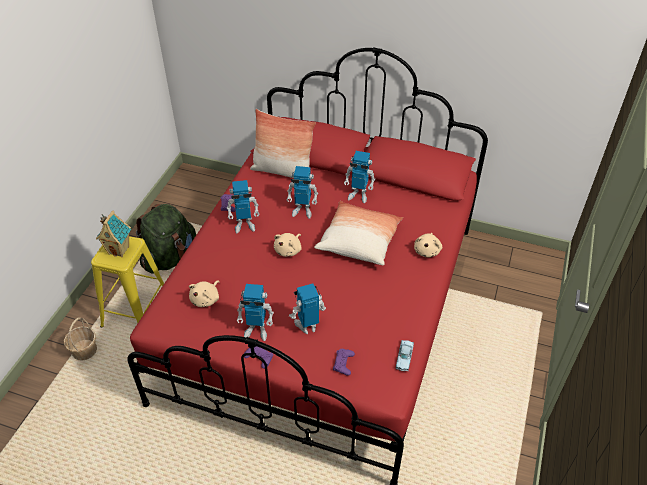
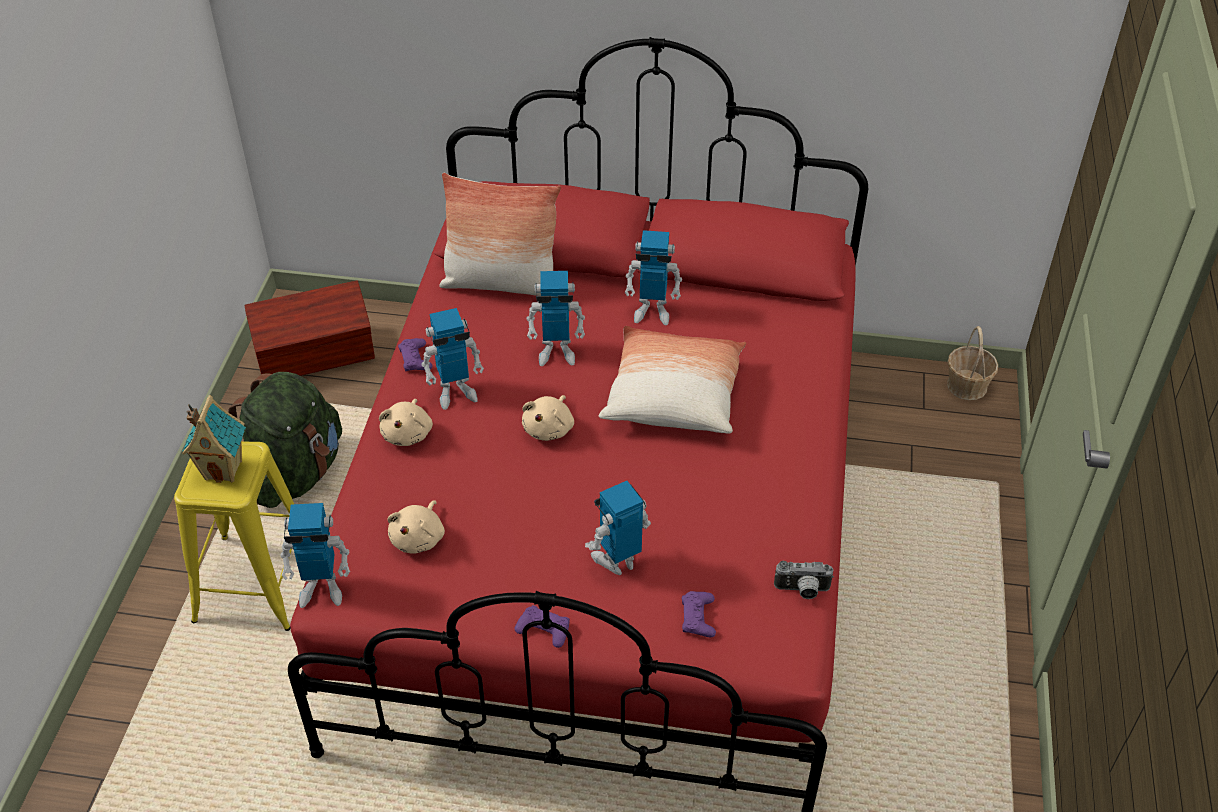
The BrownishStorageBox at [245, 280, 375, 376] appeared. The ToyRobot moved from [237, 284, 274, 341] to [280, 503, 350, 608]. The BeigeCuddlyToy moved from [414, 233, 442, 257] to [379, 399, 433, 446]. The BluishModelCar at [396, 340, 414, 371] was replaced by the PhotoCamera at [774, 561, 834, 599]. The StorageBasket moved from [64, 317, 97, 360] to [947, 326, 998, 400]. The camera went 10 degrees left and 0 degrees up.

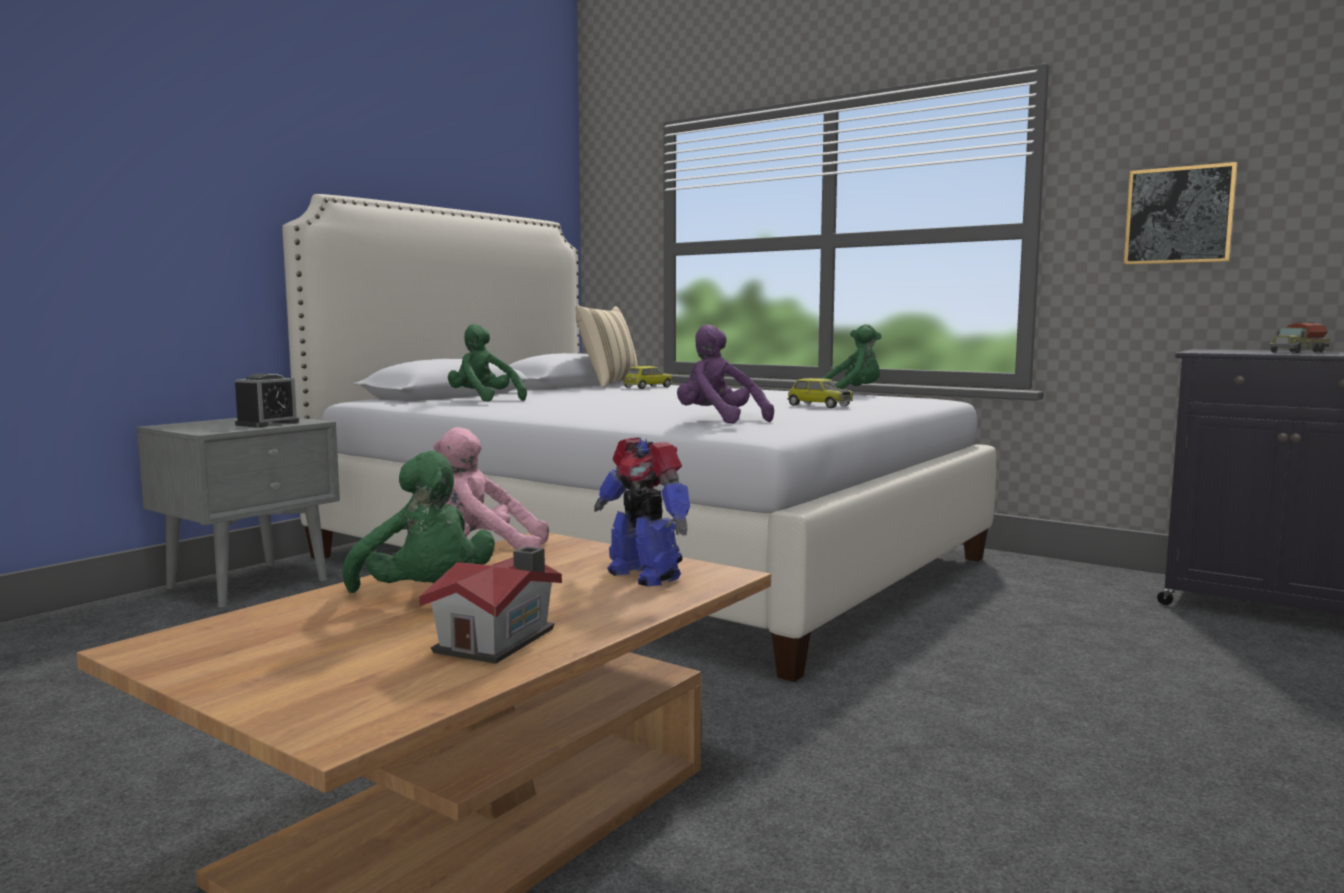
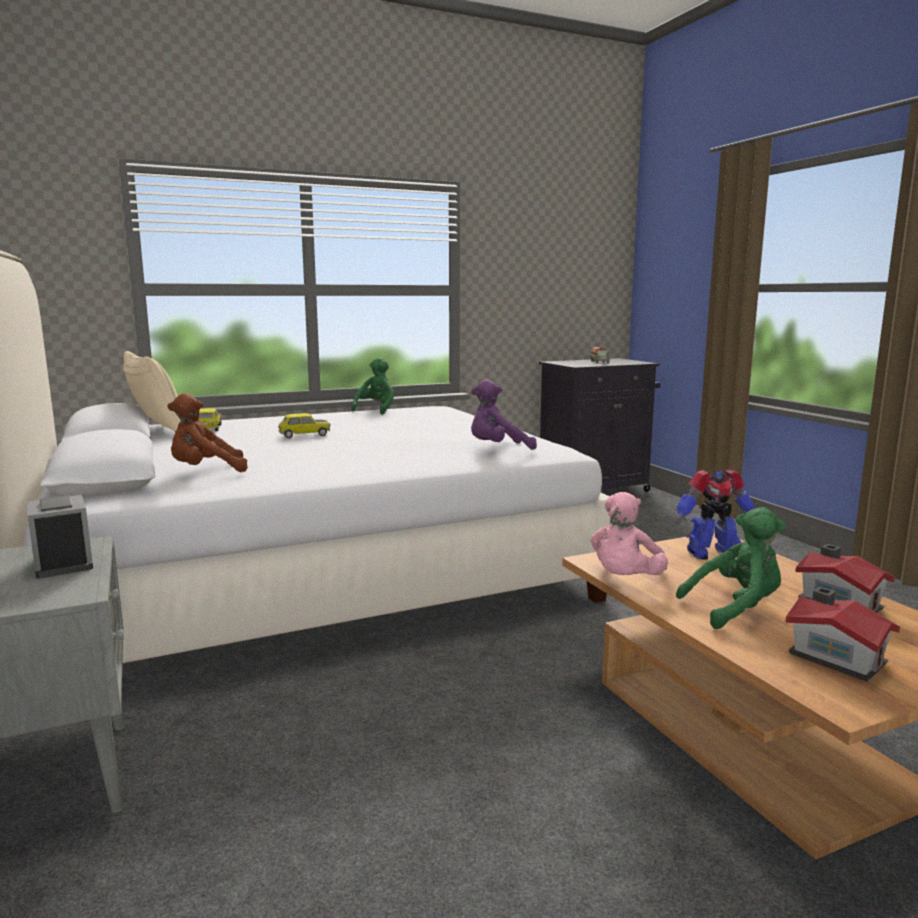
The GreenCuddlyToy at [448, 324, 527, 402] became the BrownishCuddlyToy at [167, 393, 248, 472]. The ModelCar moved from [787, 378, 853, 408] to [278, 413, 330, 438]. The ModelHouse at [785, 587, 900, 682] appeared. The WallPicture at [1124, 162, 1237, 265] disappeared. The camera went 60 degrees left and 5 degrees up.

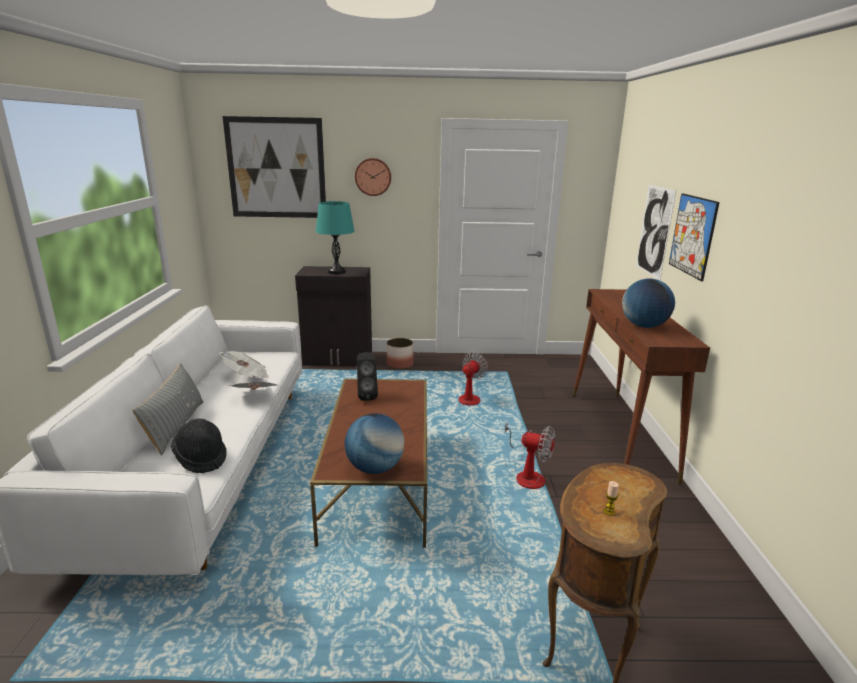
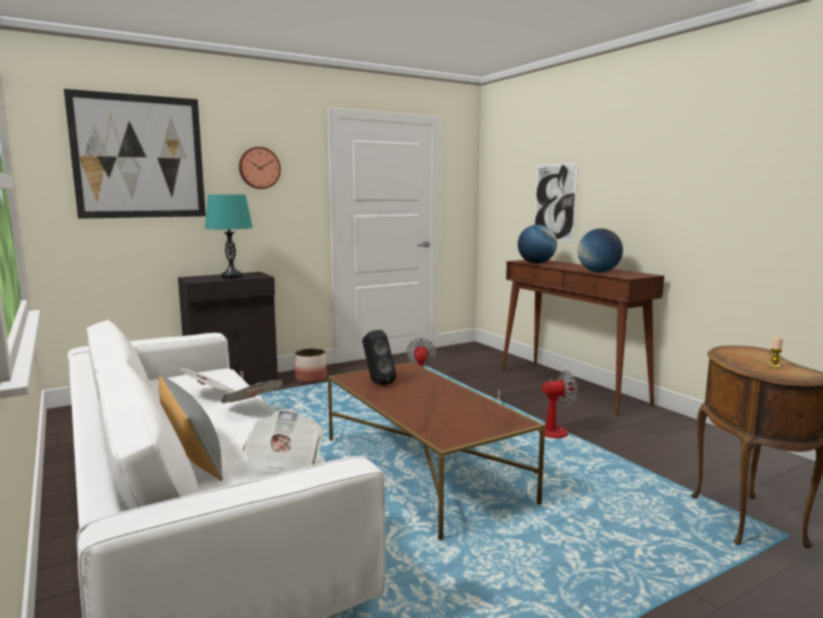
The BlackColouredWearableHat at [171, 418, 227, 473] was replaced by the Newspaper at [243, 409, 324, 479]. The DeskGlobe moved from [344, 413, 404, 474] to [518, 225, 557, 264]. The WallPicture at [669, 193, 720, 281] disappeared. The camera went 30 degrees left and 10 degrees down.

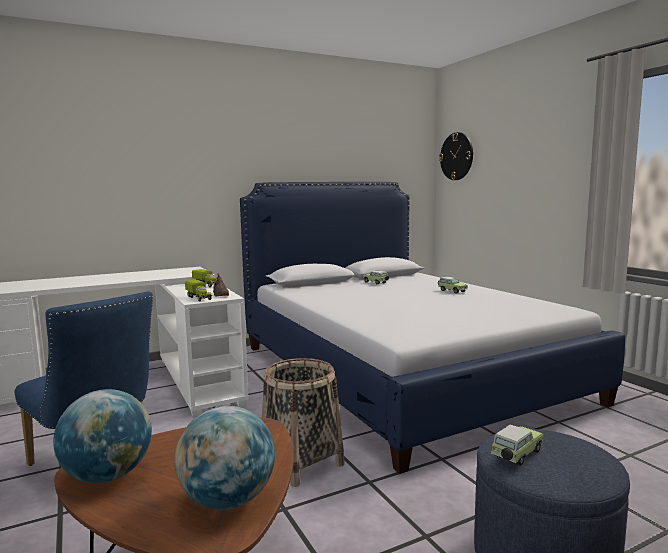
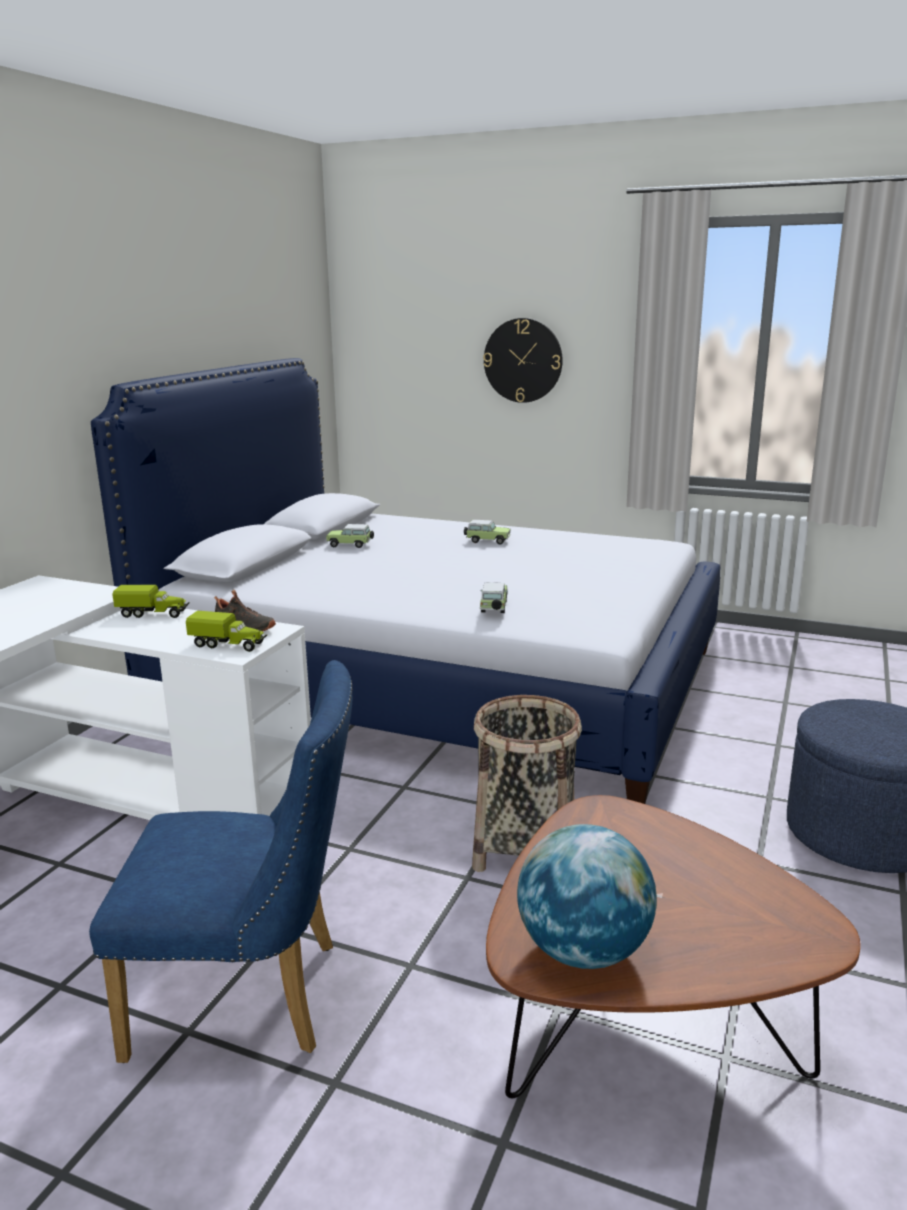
The ModelCar moved from [491, 425, 543, 466] to [480, 582, 508, 613]. The WallClock moved from [439, 132, 473, 180] to [483, 318, 563, 403]. The DeskGlobe at [175, 406, 275, 510] disappeared. The camera went 40 degrees left and 10 degrees up.

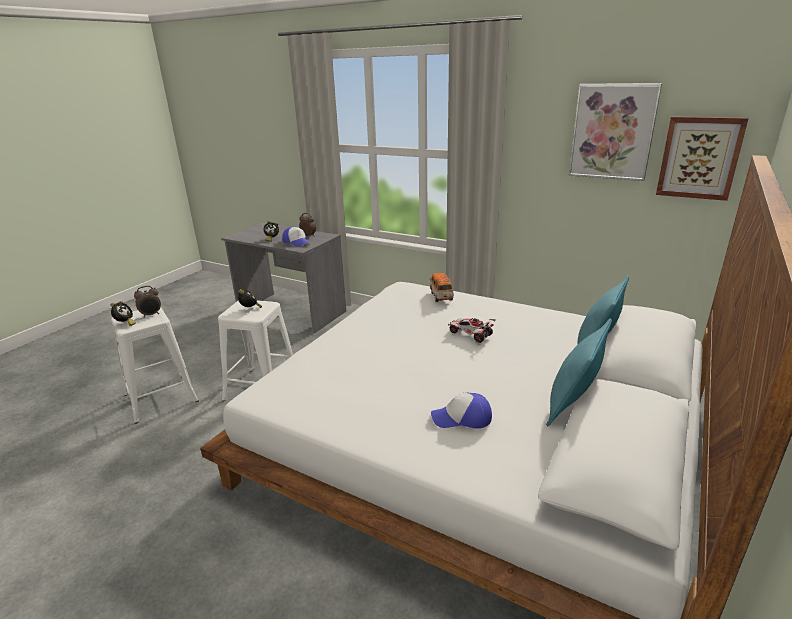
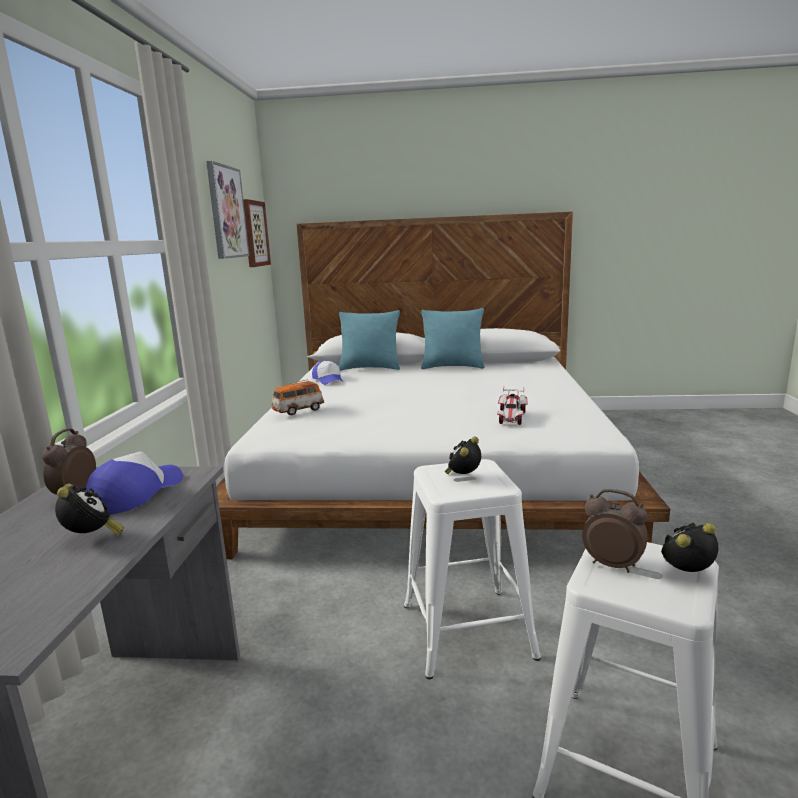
The PeakedCap moved from [431, 392, 492, 428] to [312, 361, 343, 385]. The ModelCar moved from [448, 318, 496, 343] to [497, 387, 528, 425]. The camera went 115 degrees left and 10 degrees down.

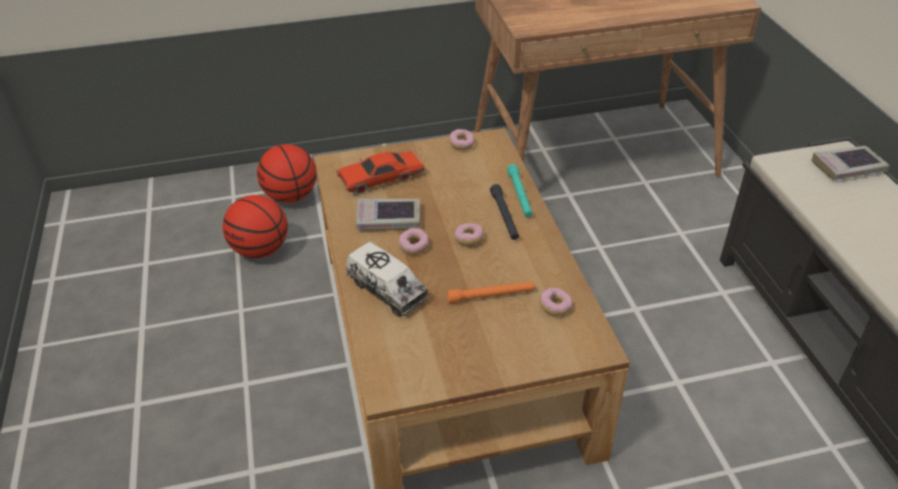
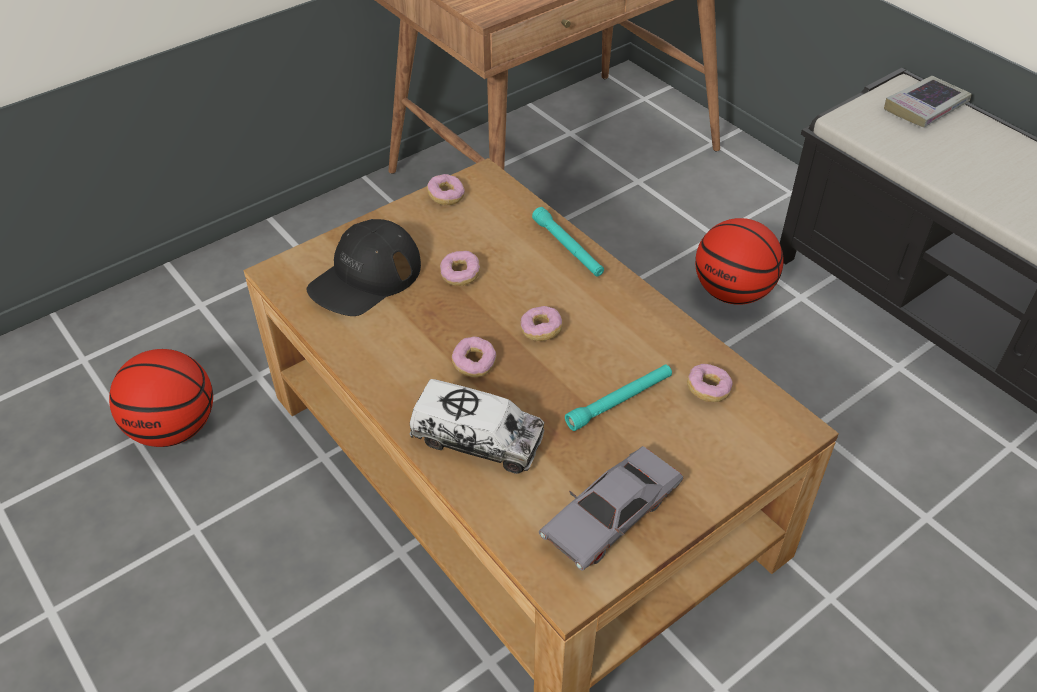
The ReddishModelCar at [336, 151, 425, 194] was replaced by the BlackColouredPeakedCap at [307, 219, 421, 316]. The RingDoughnut at [440, 251, 480, 286] appeared. The GreyishModelCar at [539, 446, 683, 571] appeared. The OrangeColouredTorch at [447, 281, 535, 303] became the BlueGreenTorch at [565, 364, 672, 431]. The BallForBasketball moved from [257, 144, 317, 203] to [695, 218, 784, 305]. The Volume at [356, 198, 420, 230] disappeared. The BlackColouredTorch at [490, 184, 519, 240] disappeared. The camera went 25 degrees left and 5 degrees up.

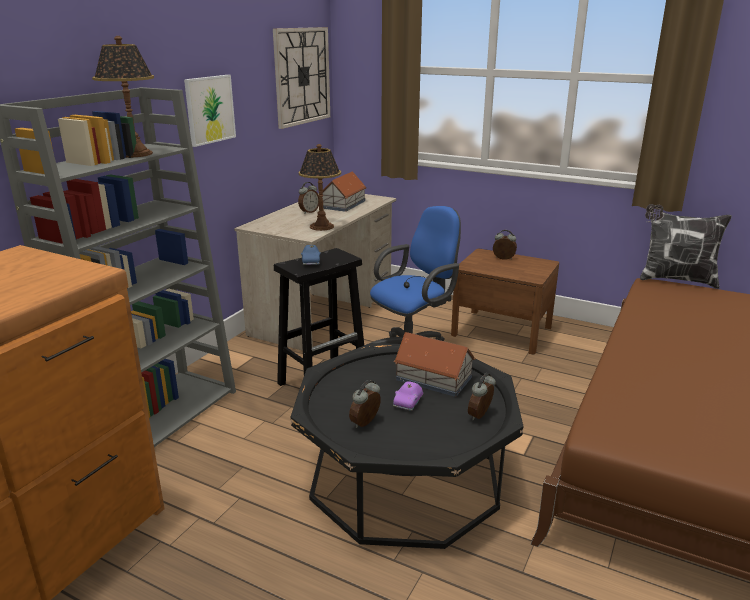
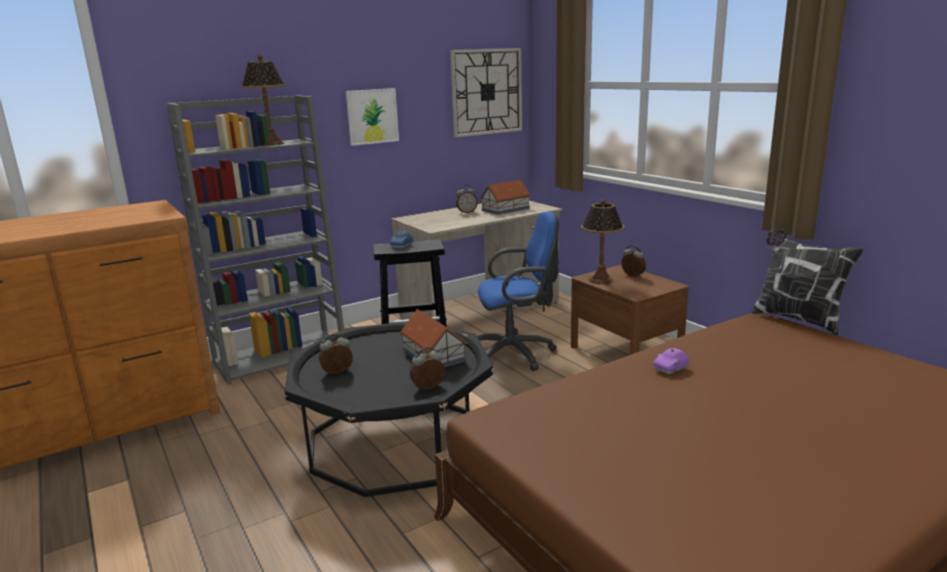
The TableLamp moved from [299, 144, 341, 231] to [581, 199, 624, 284]. The PurplishModelCar moved from [393, 381, 423, 411] to [653, 348, 689, 374]. The camera went 30 degrees right and 5 degrees down.

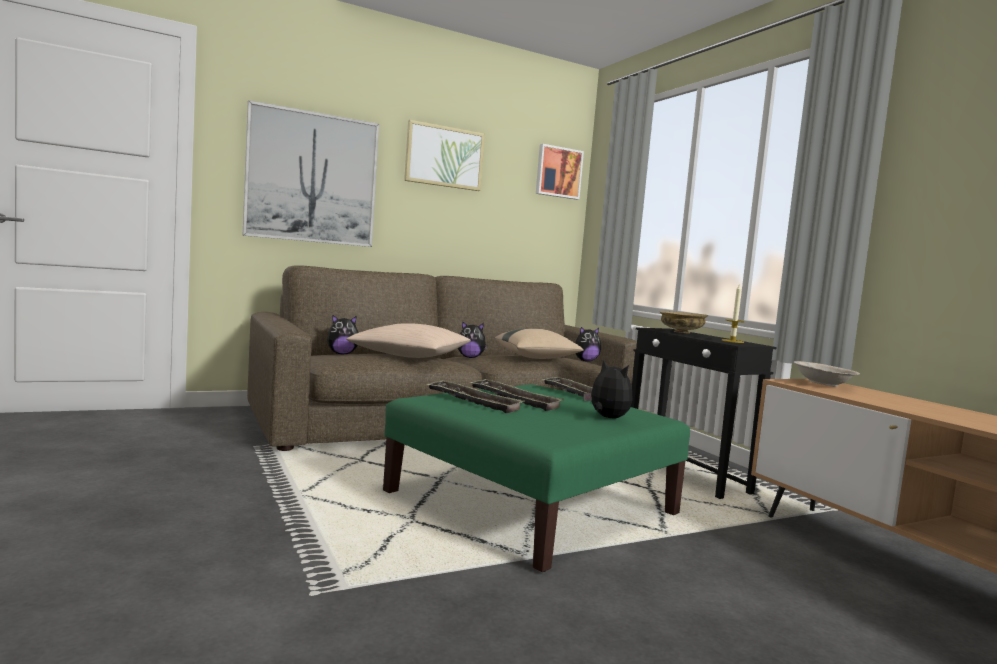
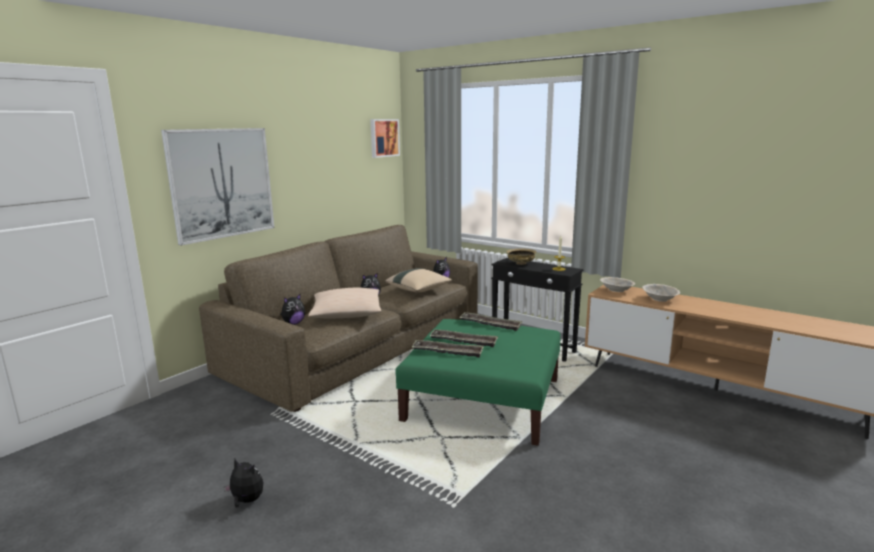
The CuddlyToy moved from [583, 360, 633, 418] to [224, 459, 263, 508]. The BeigeServingBowl at [642, 284, 680, 302] appeared. The WallPicture at [404, 120, 485, 191] disappeared. The camera went 25 degrees left and 10 degrees up.

